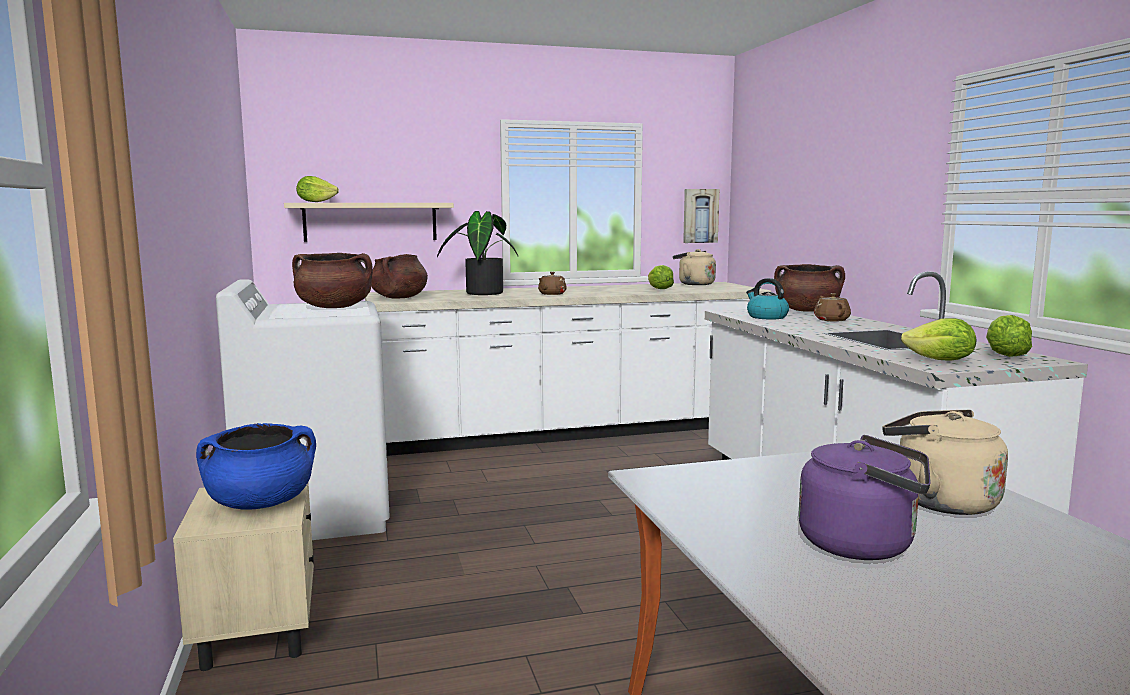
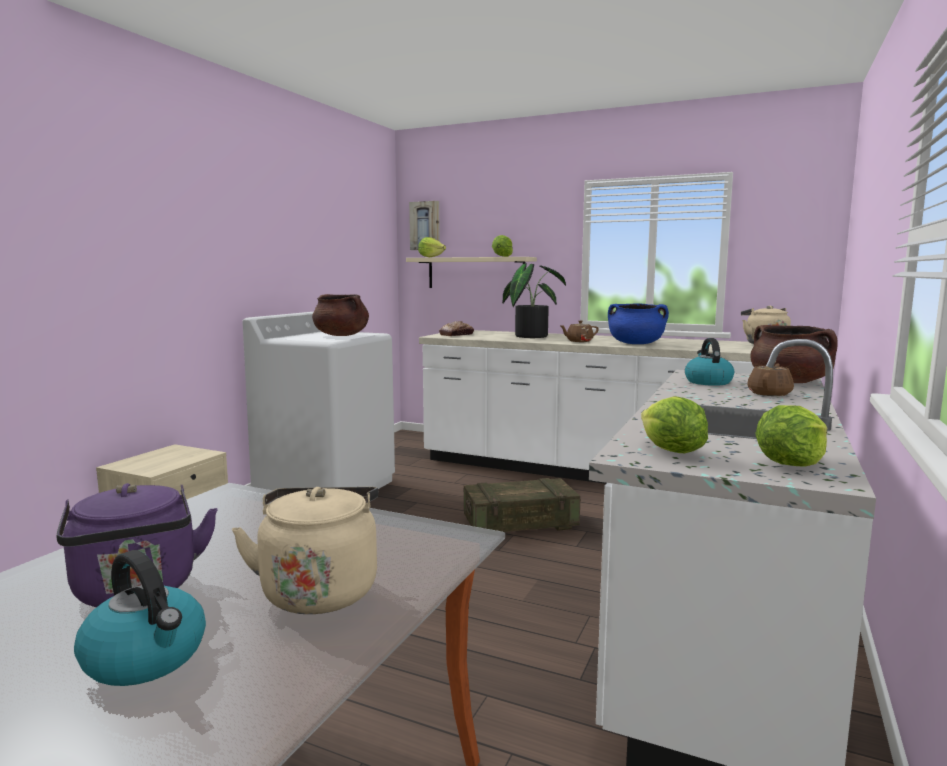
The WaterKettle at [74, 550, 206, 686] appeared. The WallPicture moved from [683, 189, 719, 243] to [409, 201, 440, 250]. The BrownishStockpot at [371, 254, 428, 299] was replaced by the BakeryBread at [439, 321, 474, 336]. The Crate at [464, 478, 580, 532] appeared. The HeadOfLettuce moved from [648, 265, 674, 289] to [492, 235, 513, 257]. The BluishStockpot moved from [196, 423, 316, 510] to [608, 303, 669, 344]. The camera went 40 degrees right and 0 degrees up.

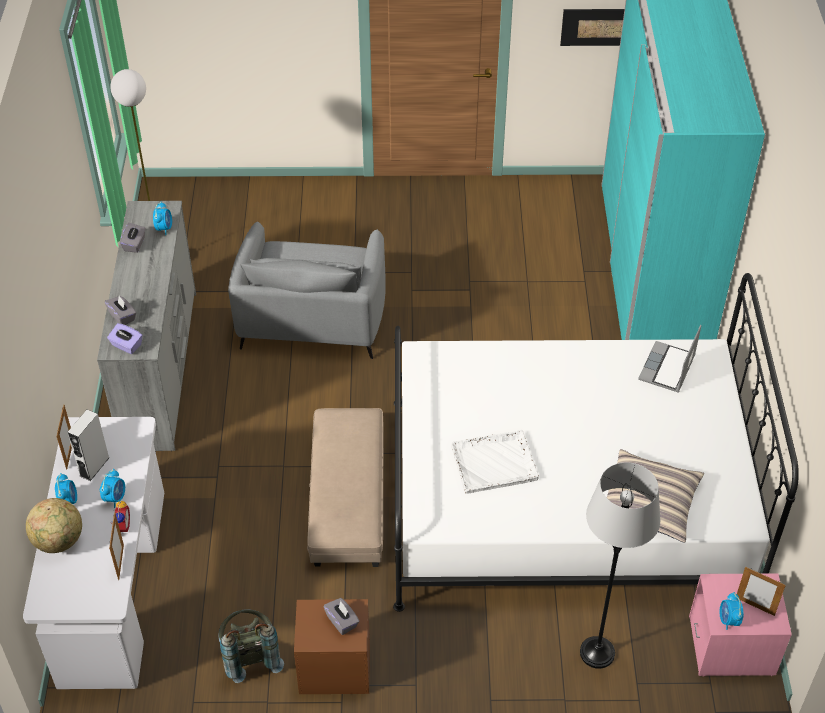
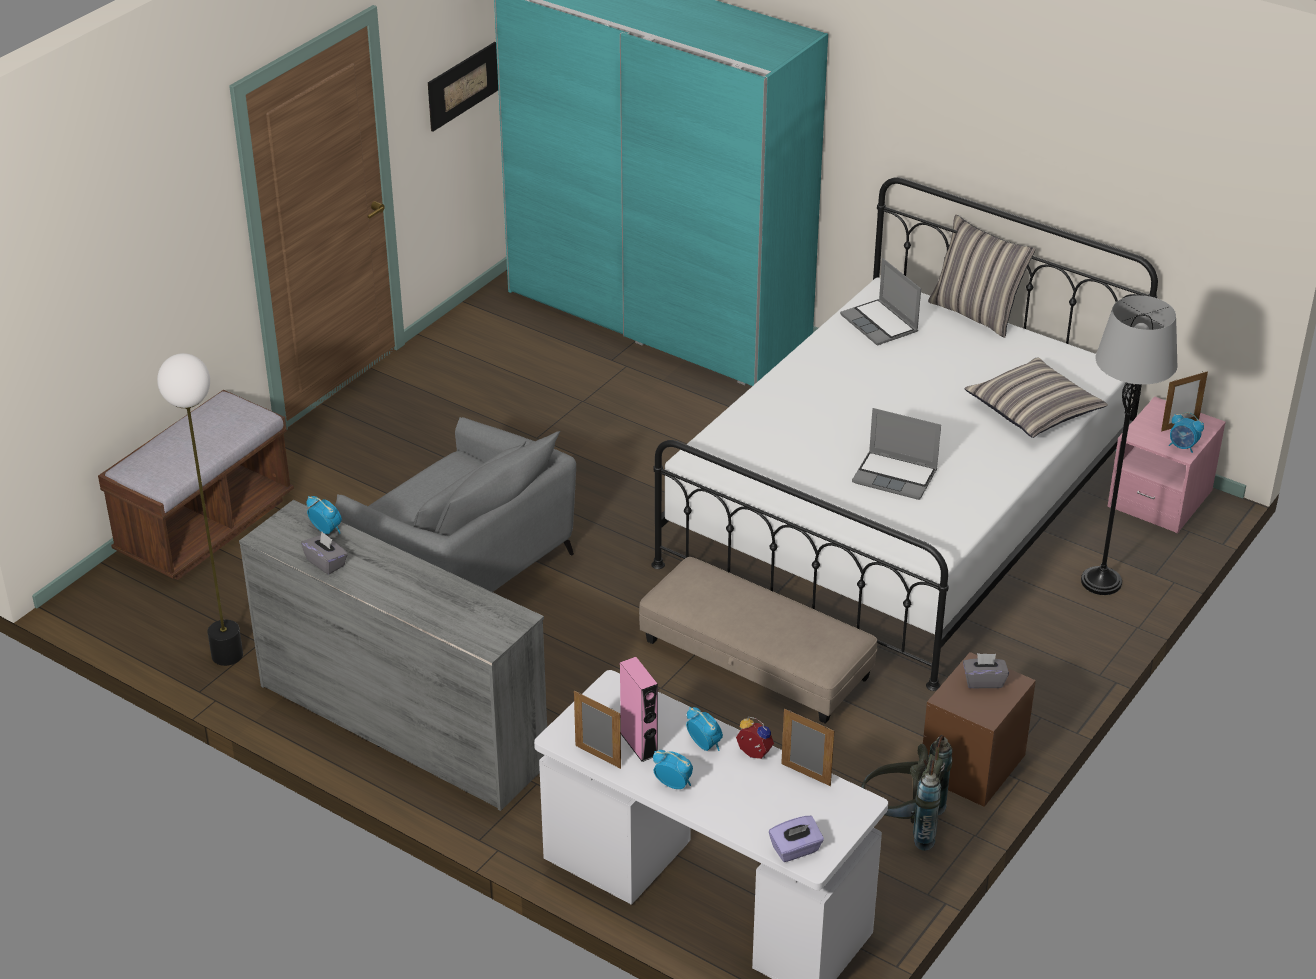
The BrownishIndoorBench at [98, 390, 294, 580] appeared. The GreyishAudioSpeaker at [67, 410, 110, 481] became the PinkishAudioSpeaker at [620, 657, 658, 762]. The PurplishBoxOfTissues moved from [107, 323, 142, 354] to [769, 816, 824, 862]. The WhitishCarryingTray at [451, 430, 539, 494] was replaced by the NotebookComputer at [852, 408, 941, 500]. The ThrowPillow at [928, 215, 1035, 338] appeared. The DeskGlobe at [26, 498, 82, 553] disappeared. The GreyishBoxOfTissues at [105, 296, 136, 325] disappeared. The camera went 55 degrees left and 10 degrees down.

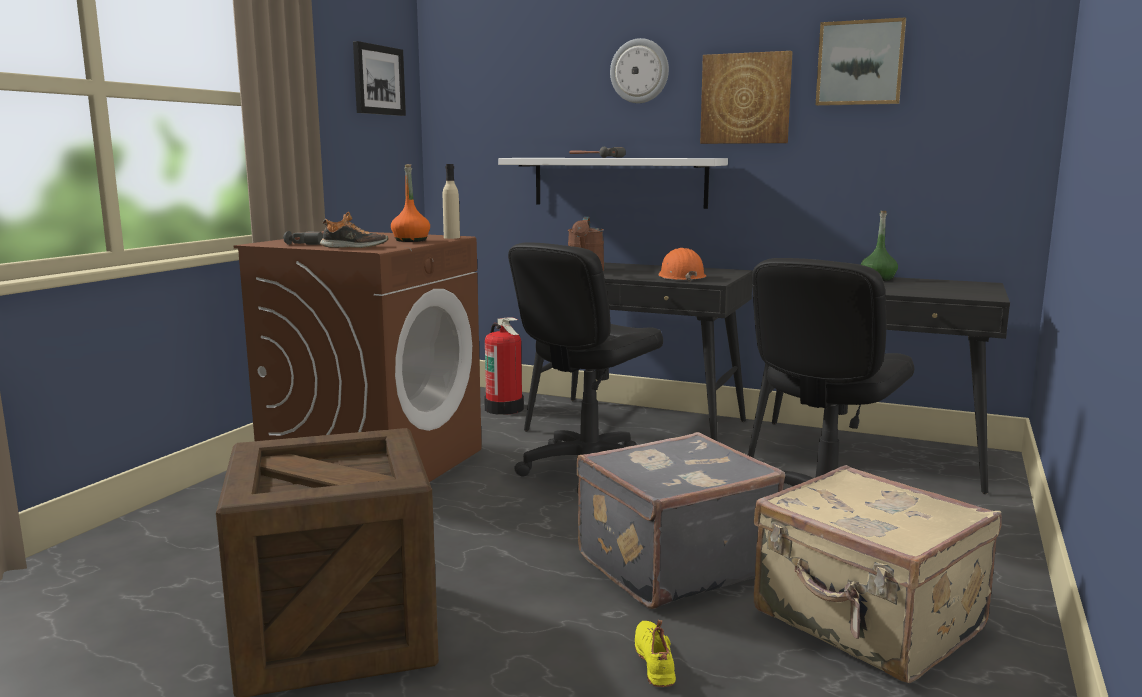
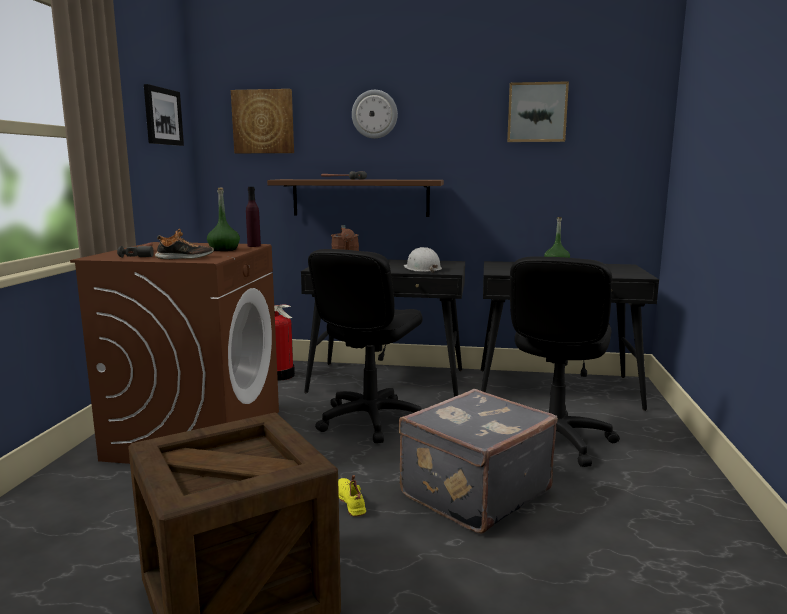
The OrangeColouredBottle at [391, 164, 430, 242] became the GreenBottle at [207, 188, 240, 251]. The WallPicture moved from [700, 51, 792, 144] to [231, 89, 294, 153]. The BeigeBottle at [443, 164, 460, 239] became the PurplishBottle at [246, 187, 261, 247]. The WhitishWallShelf at [498, 158, 728, 209] became the BrownishWallShelf at [267, 179, 444, 217]. The YellowishLowShoe moved from [635, 620, 676, 687] to [338, 475, 366, 517]. The OrangeColouredHardHat at [658, 248, 706, 282] became the WhitishHardHat at [404, 247, 442, 273]. The BeigeTravelCase at [754, 465, 1002, 683] disappeared. The camera went 15 degrees left and 0 degrees up.

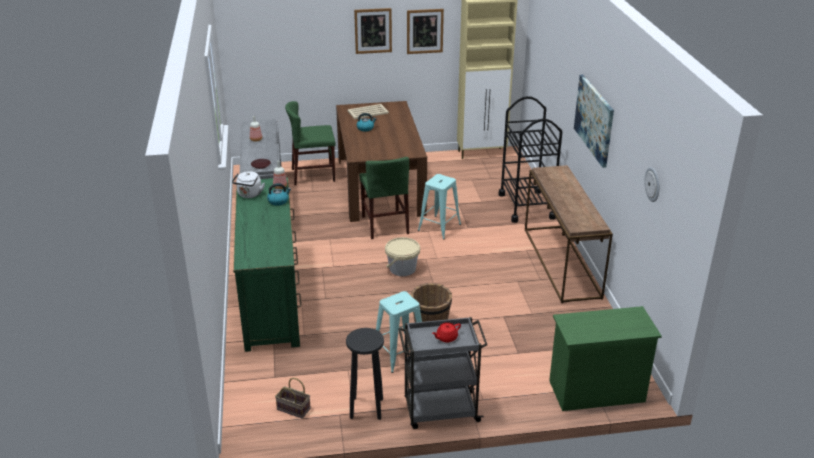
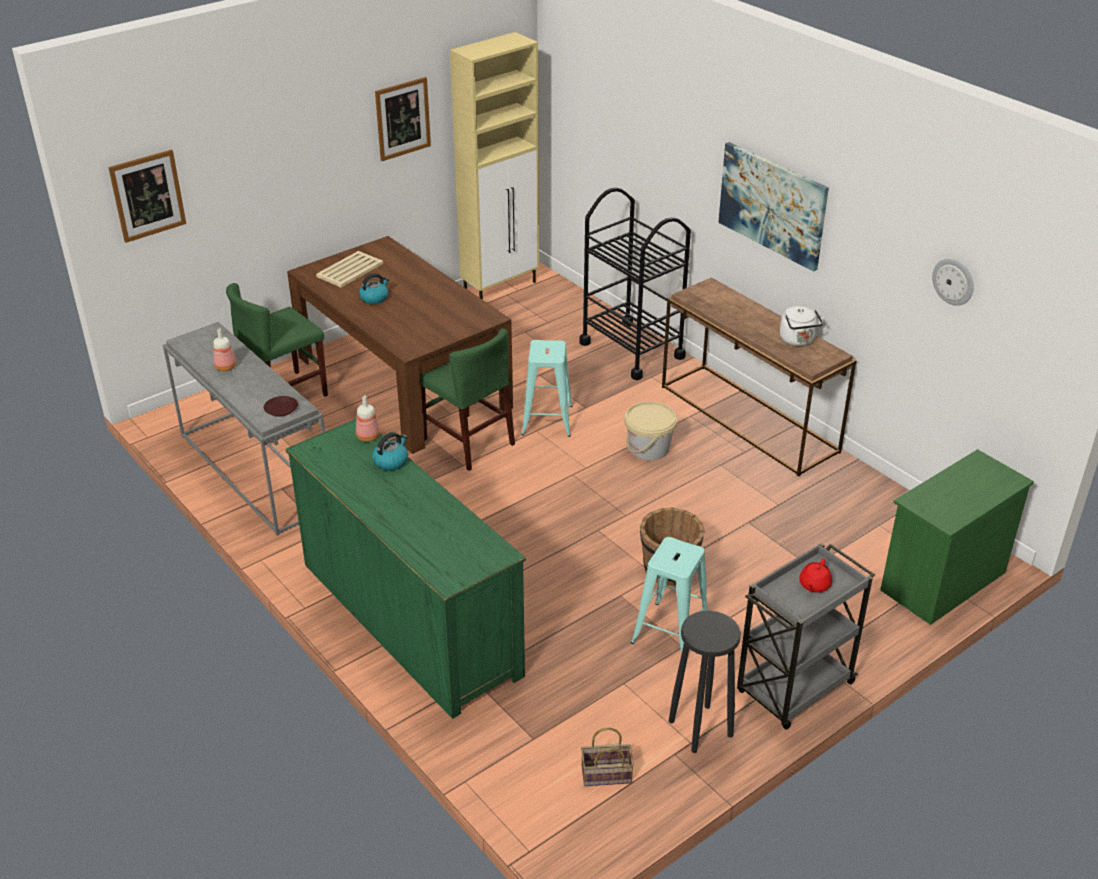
The WallPicture moved from [354, 8, 392, 54] to [108, 149, 186, 243]. The BeigePail moved from [385, 237, 420, 276] to [624, 401, 677, 460]. The WhitishWaterKettle moved from [232, 171, 265, 198] to [780, 306, 824, 346]. The camera went 30 degrees left and 5 degrees up.

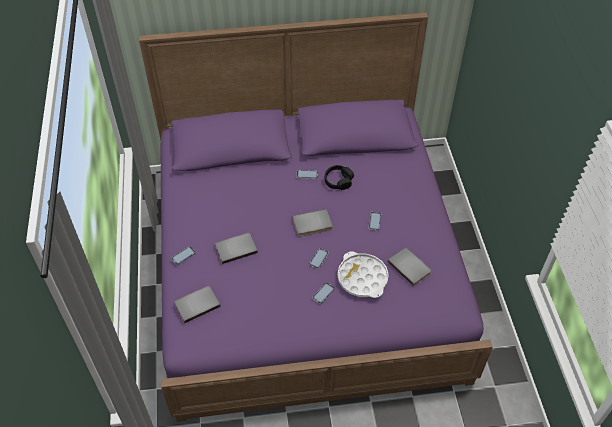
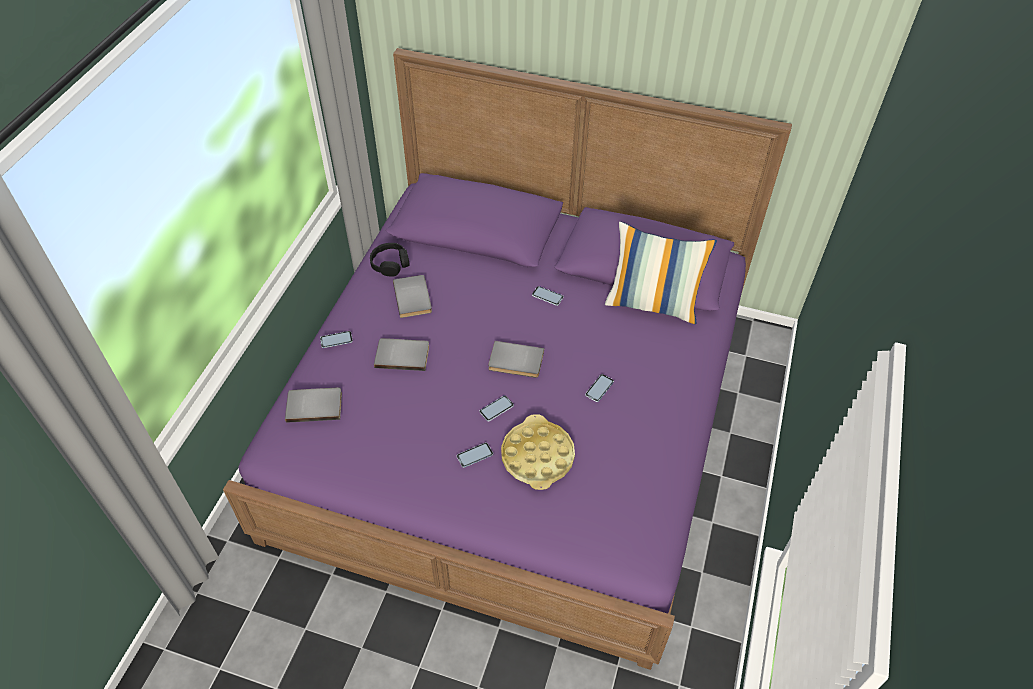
The BlackColouredPairOfHeadphones moved from [324, 165, 354, 190] to [370, 243, 410, 277]. The GreyishVolume moved from [388, 248, 432, 286] to [393, 275, 432, 318]. The WhitishCarryingTray at [337, 252, 389, 298] became the YellowishCarryingTray at [501, 414, 575, 490]. The ThrowPillow at [605, 221, 717, 324] appeared. The camera went 25 degrees right and 0 degrees up.

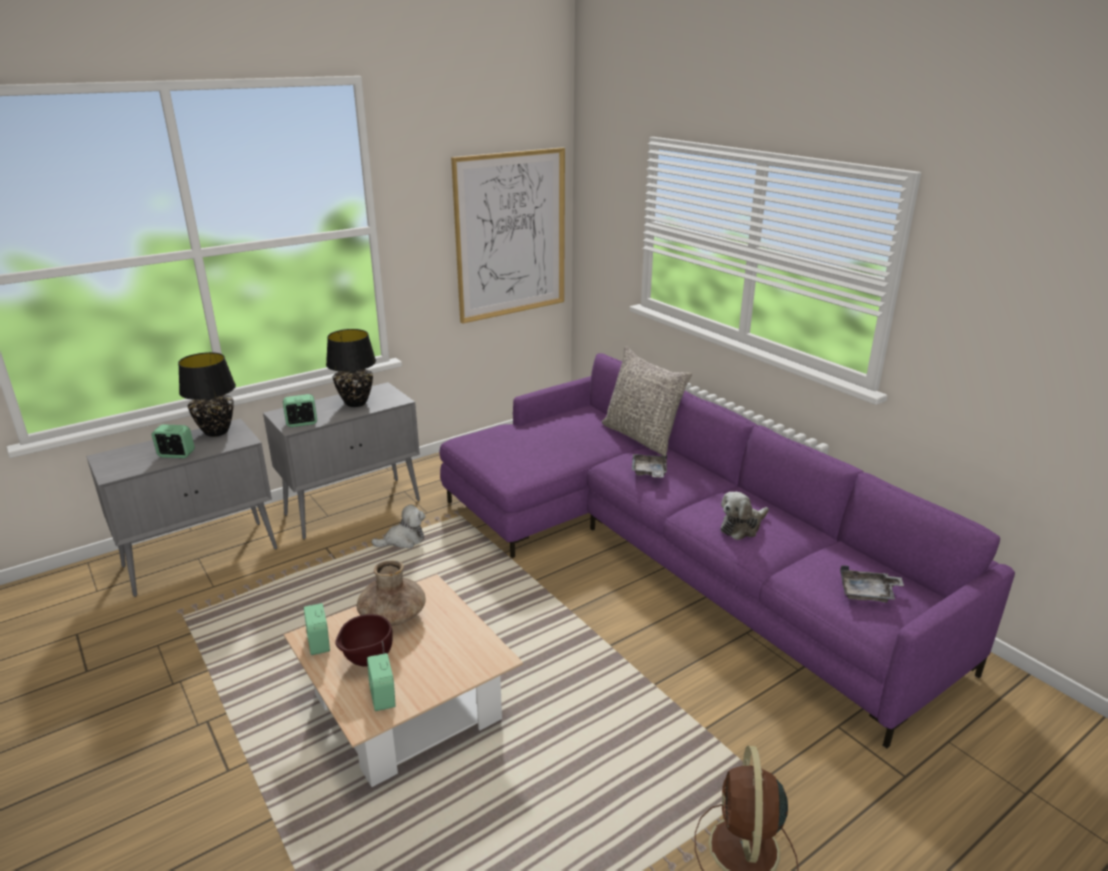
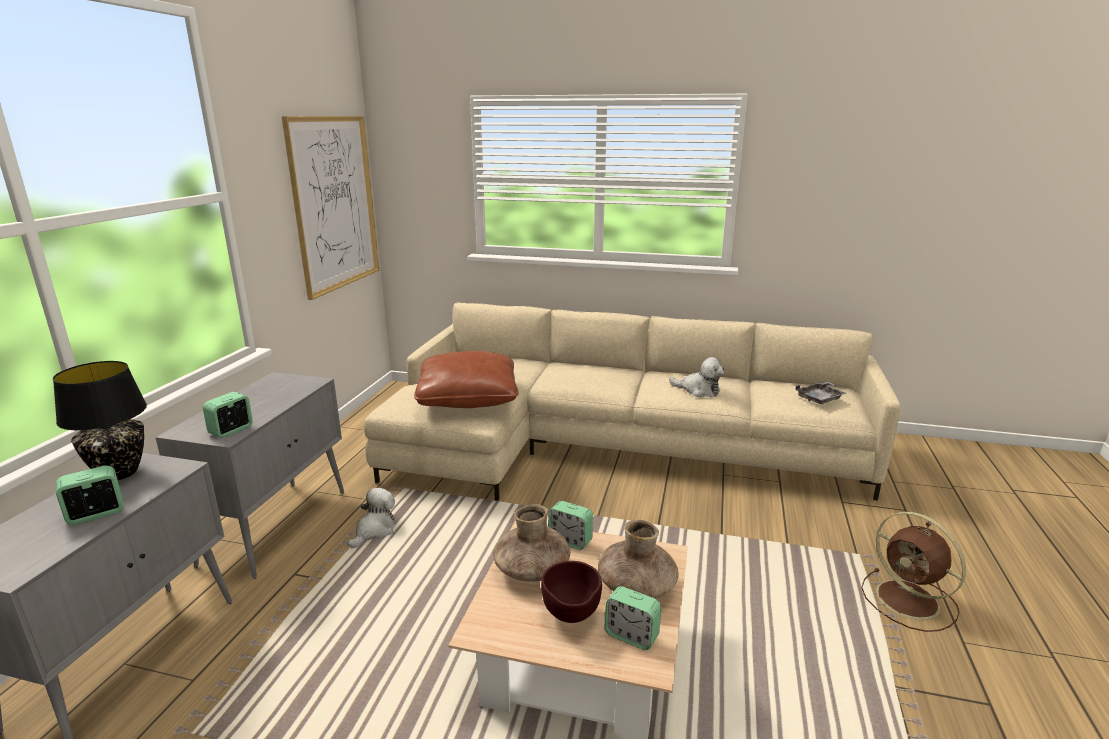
The PurplishSettee at [440, 353, 1015, 748] became the BeigeSettee at [364, 303, 900, 501]. The BrownishThrowPillow at [414, 351, 519, 408] appeared. The AlarmClock moved from [304, 603, 330, 655] to [548, 501, 593, 550]. The BrownishDecorativeVase at [598, 520, 679, 599] appeared. The CuddlyToy at [721, 492, 769, 540] turned 75 degrees counterclockwise. The BlackColouredTableLamp at [326, 329, 376, 407] disappeared. The GreyishThrowPillow at [602, 346, 692, 456] disappeared. The GreyishCarryingTray at [632, 454, 667, 478] disappeared. The camera went 40 degrees left and 5 degrees down.

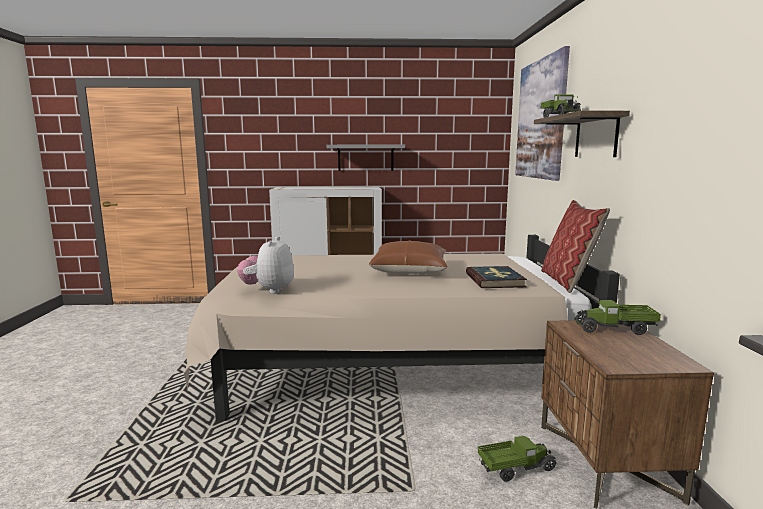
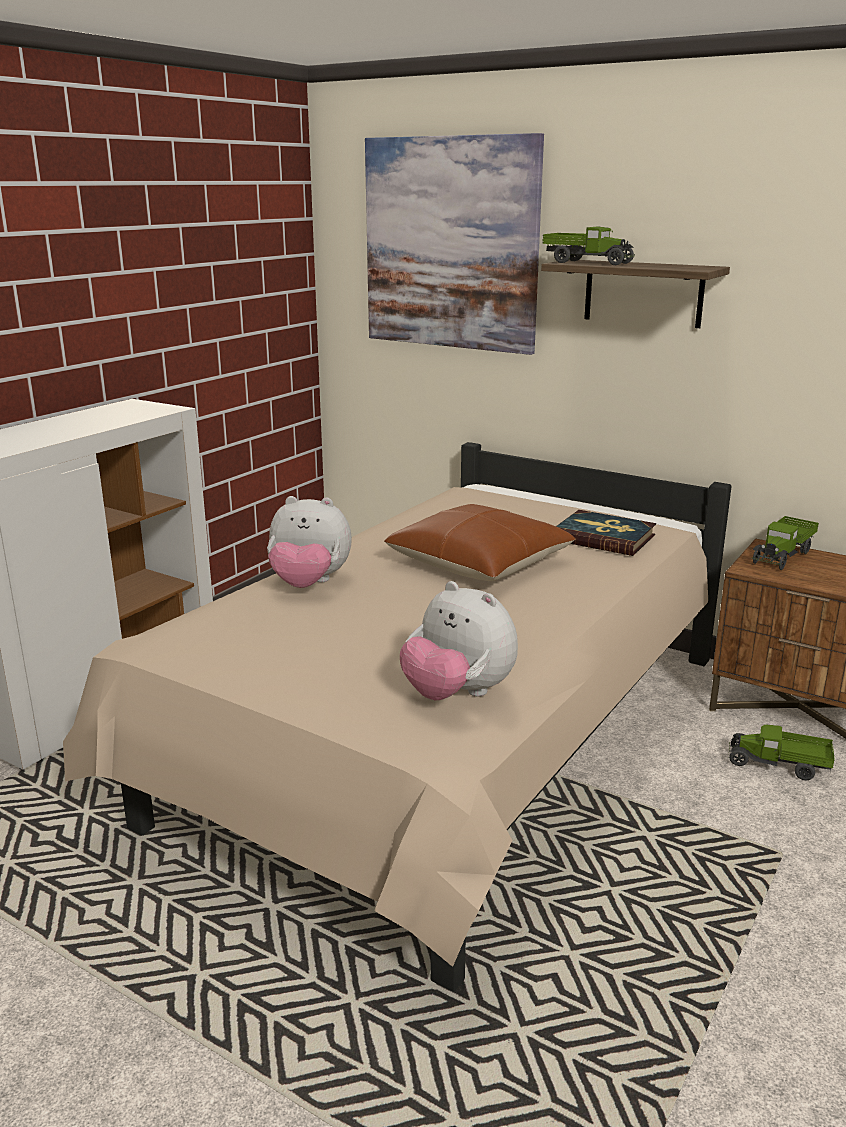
The CuddlyToy at [267, 496, 352, 588] appeared. The ToyLorry at [478, 436, 557, 482] turned 90 degrees counterclockwise. The GreyishWallShelf at [326, 145, 405, 171] disappeared. The ThrowPillow at [541, 200, 610, 293] disappeared. The camera went 55 degrees left and 10 degrees up.

